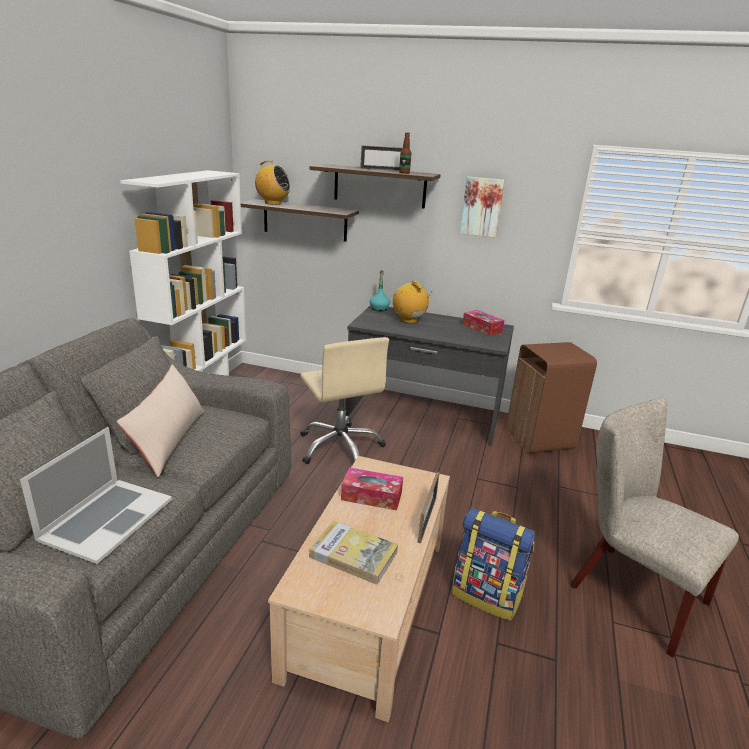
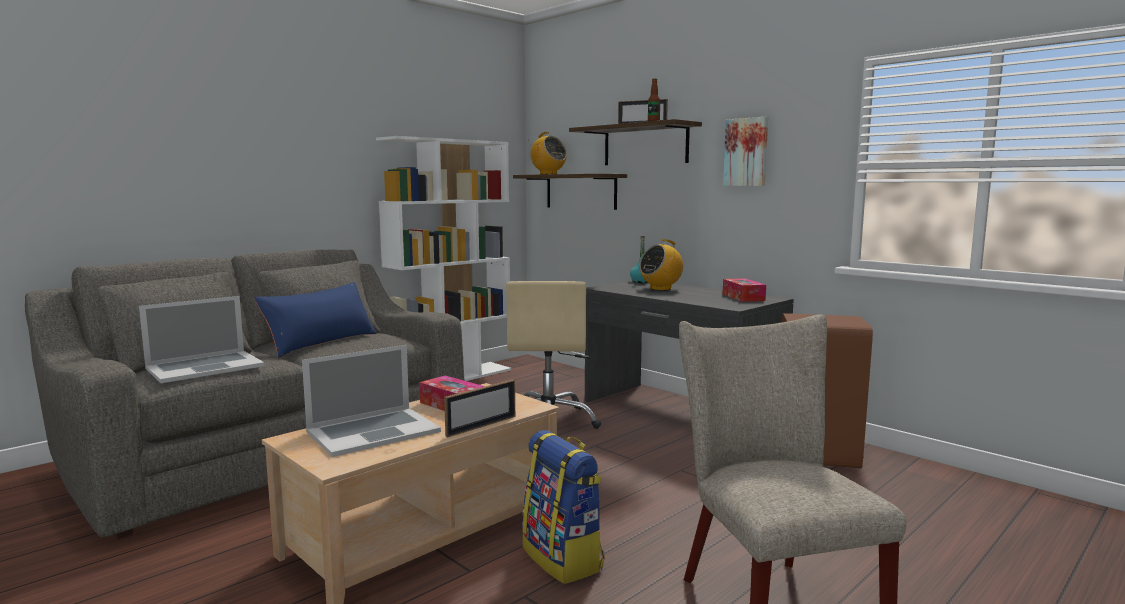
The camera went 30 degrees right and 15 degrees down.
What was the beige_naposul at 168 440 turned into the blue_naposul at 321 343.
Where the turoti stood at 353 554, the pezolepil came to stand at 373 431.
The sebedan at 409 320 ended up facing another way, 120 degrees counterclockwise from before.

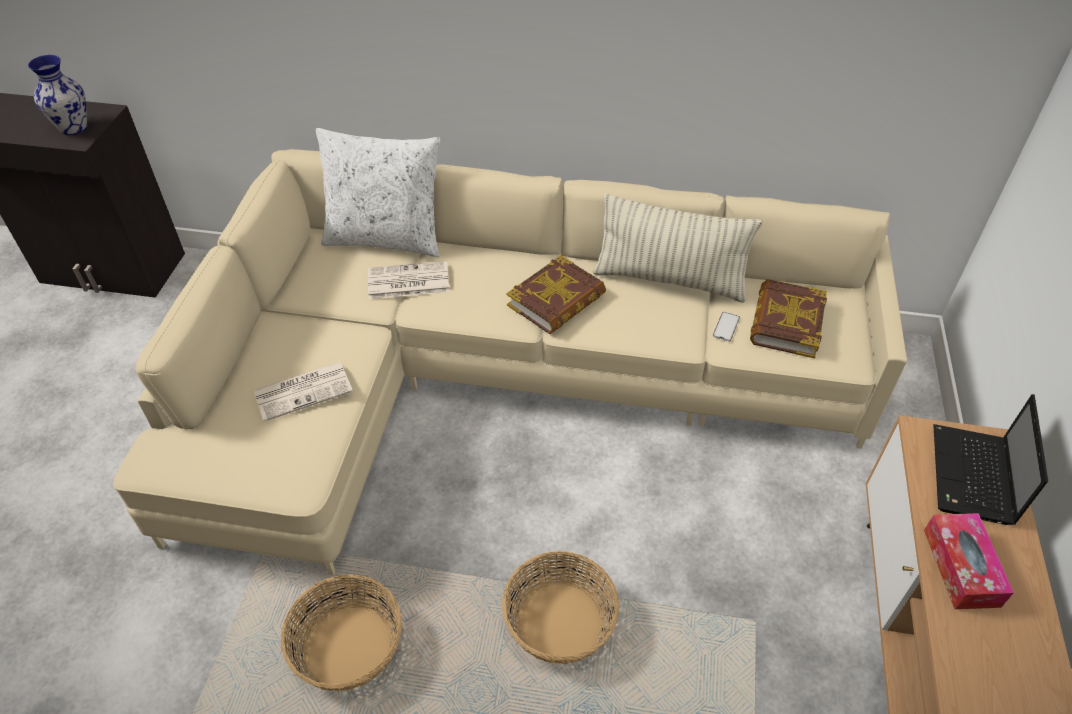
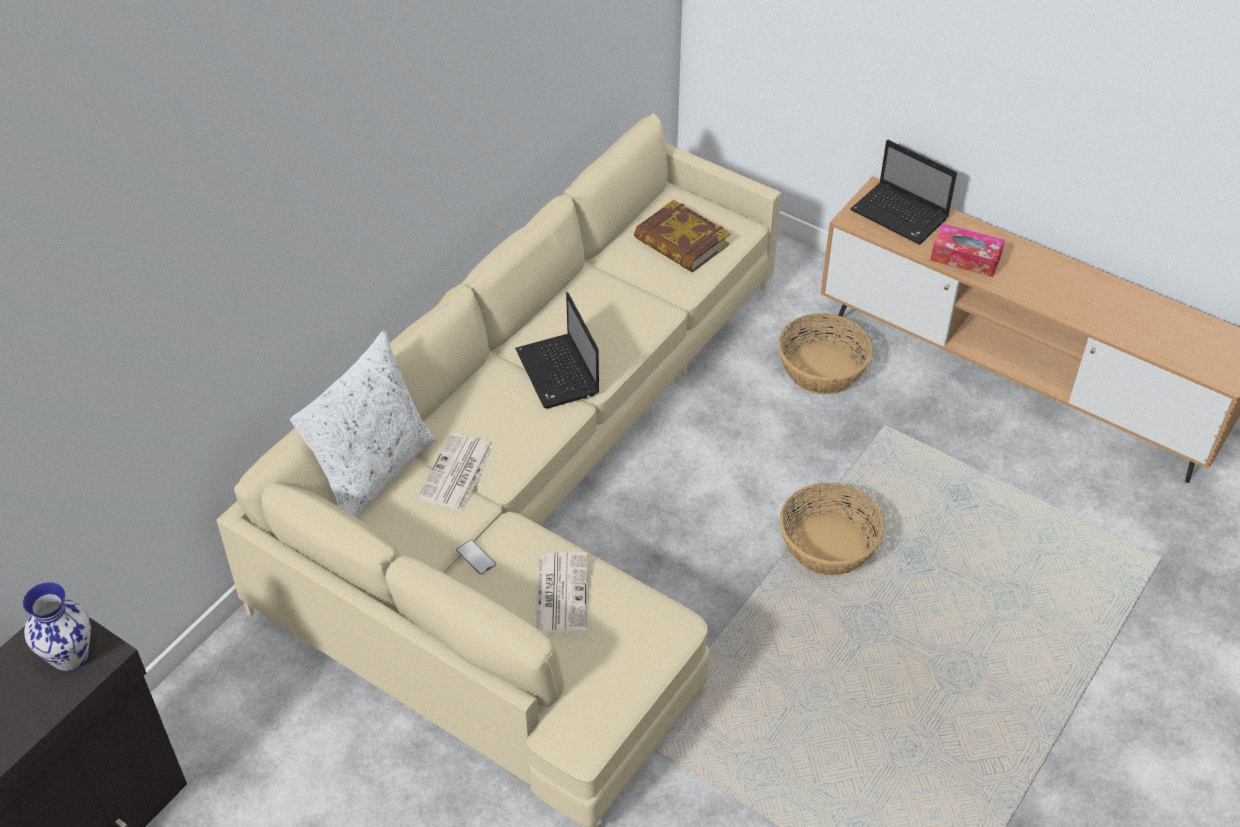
The camera went 65 degrees left and 0 degrees up.
The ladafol ended up elsewhere, having gone from 348 647 to 823 369.
Where the turoti stood at 556 301, the pezolepil came to stand at 559 373.
The second view lost the naposul at 669 280.
The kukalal ended up elsewhere, having gone from 726 327 to 476 557.

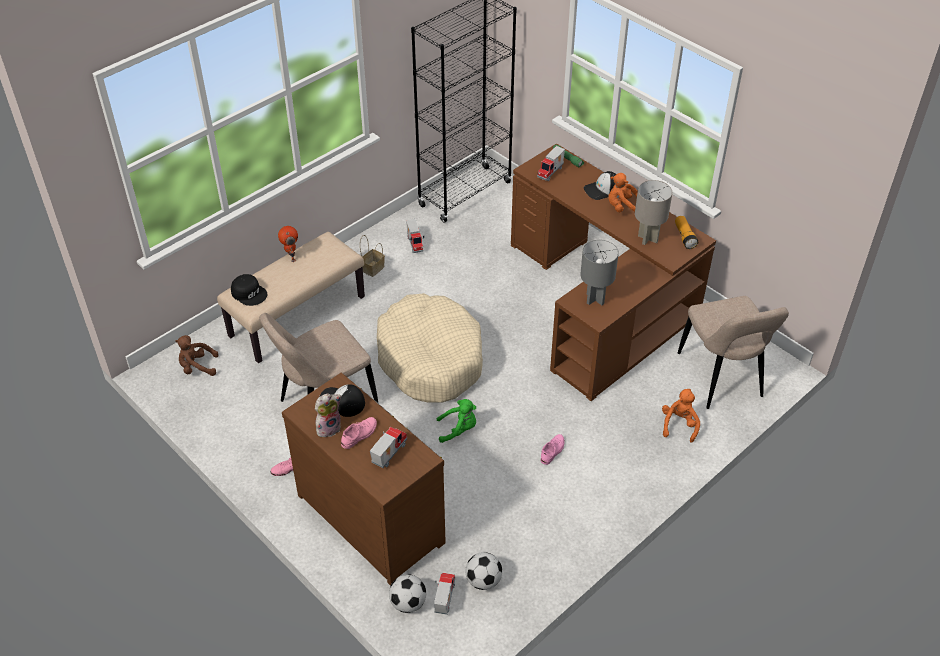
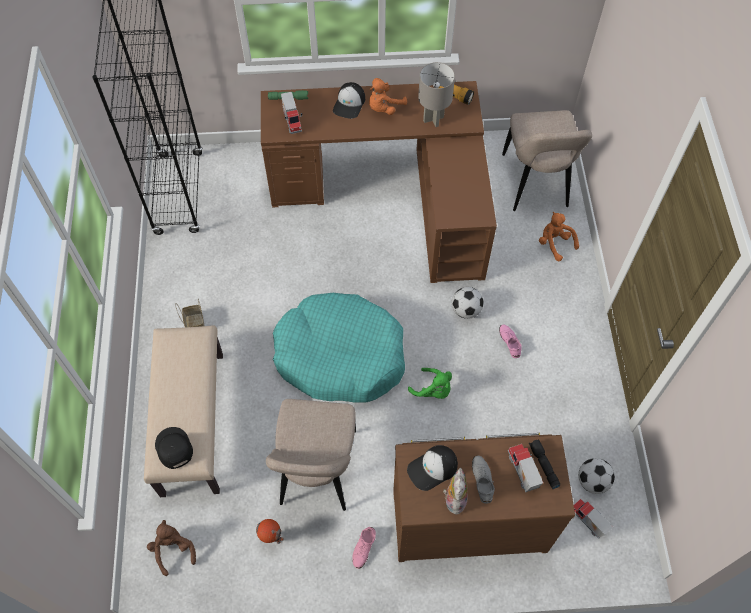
The camera went 50 degrees left and 15 degrees up.
The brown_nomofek at 197 367 ended up facing another way, 120 degrees clockwise from before.
The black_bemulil at 249 293 ended up facing another way, 105 degrees counterclockwise from before.
The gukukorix ended up elsewhere, having gone from 291 257 to 271 539.
What was the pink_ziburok at 359 434 turned into the grey_ziburok at 482 480.
What was the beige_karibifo at 430 358 turned into the turquoise_karibifo at 340 356.
The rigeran ended up elsewhere, having gone from 408 603 to 466 310.
The second view lost the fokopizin at 415 244.
The green_nomofek at 458 429 ended up facing another way, 90 degrees clockwise from before.
The second view lost the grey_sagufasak at 595 298.
The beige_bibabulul at 721 378 ended up facing another way, 60 degrees clockwise from before.
The second view gained the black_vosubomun at 543 465.

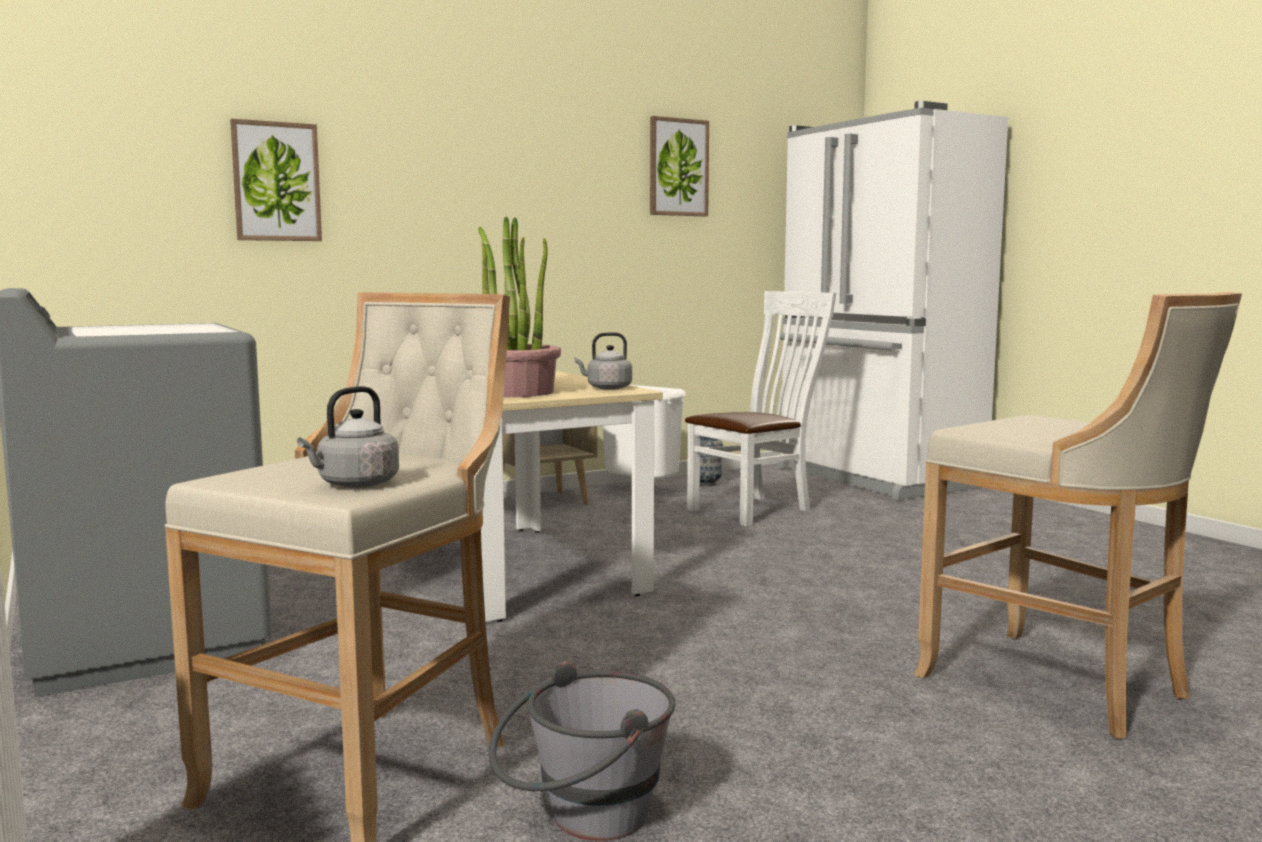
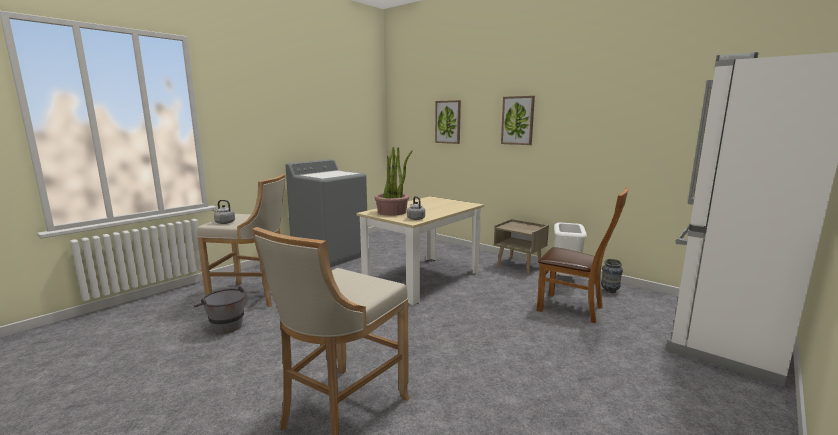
The camera went 70 degrees right and 5 degrees up.
The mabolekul ended up elsewhere, having gone from 678 167 to 517 120.
What was the white_bibabulul at 756 509 turned into the brown_bibabulul at 574 309.

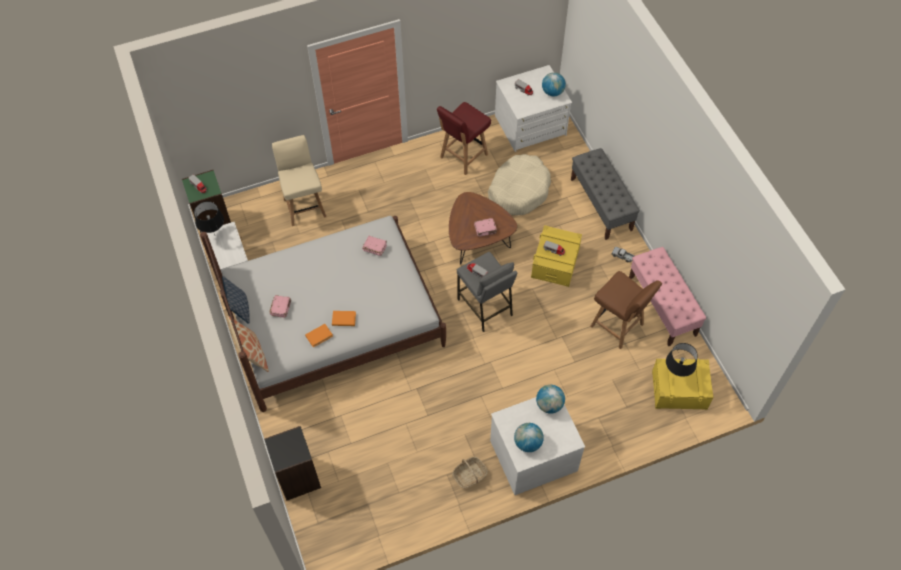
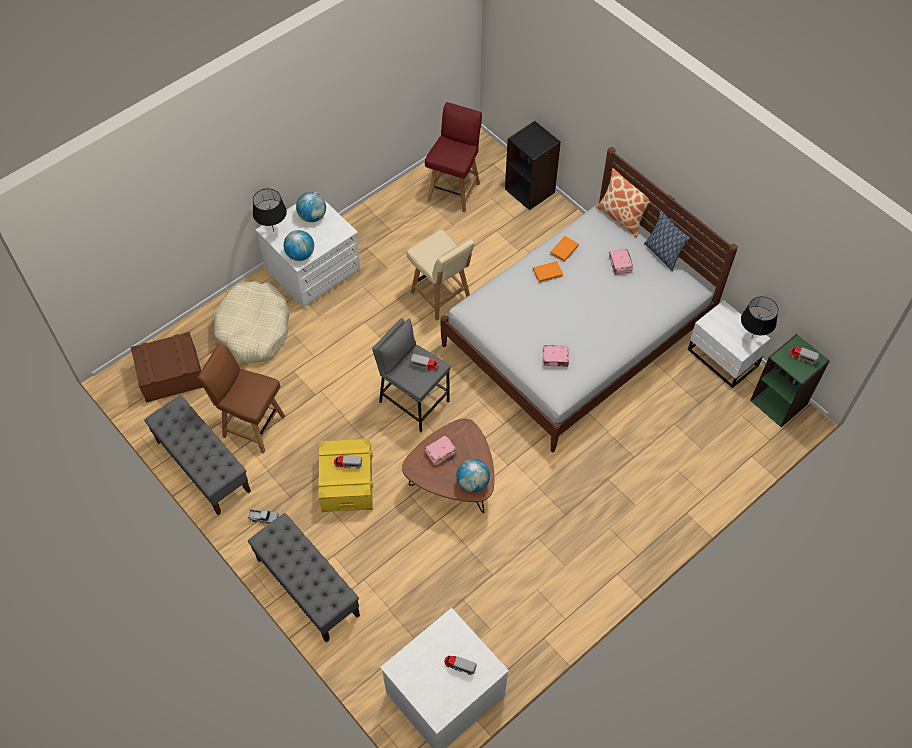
The camera went 160 degrees right and 0 degrees up.
The beige_bibabulul ended up elsewhere, having gone from 304 206 to 441 296.
The red_bibabulul ended up elsewhere, having gone from 463 156 to 454 191.
The second view lost the ladafol at 469 475.
The beige_karibifo ended up elsewhere, having gone from 519 191 to 254 329.
The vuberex ended up elsewhere, having gone from 552 92 to 473 483.
What was the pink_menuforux at 662 306 turned into the grey_menuforux at 203 466.
What was the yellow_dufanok at 679 390 turned into the brown_dufanok at 171 375.
The black_sagufasak ended up elsewhere, having gone from 676 375 to 273 232.

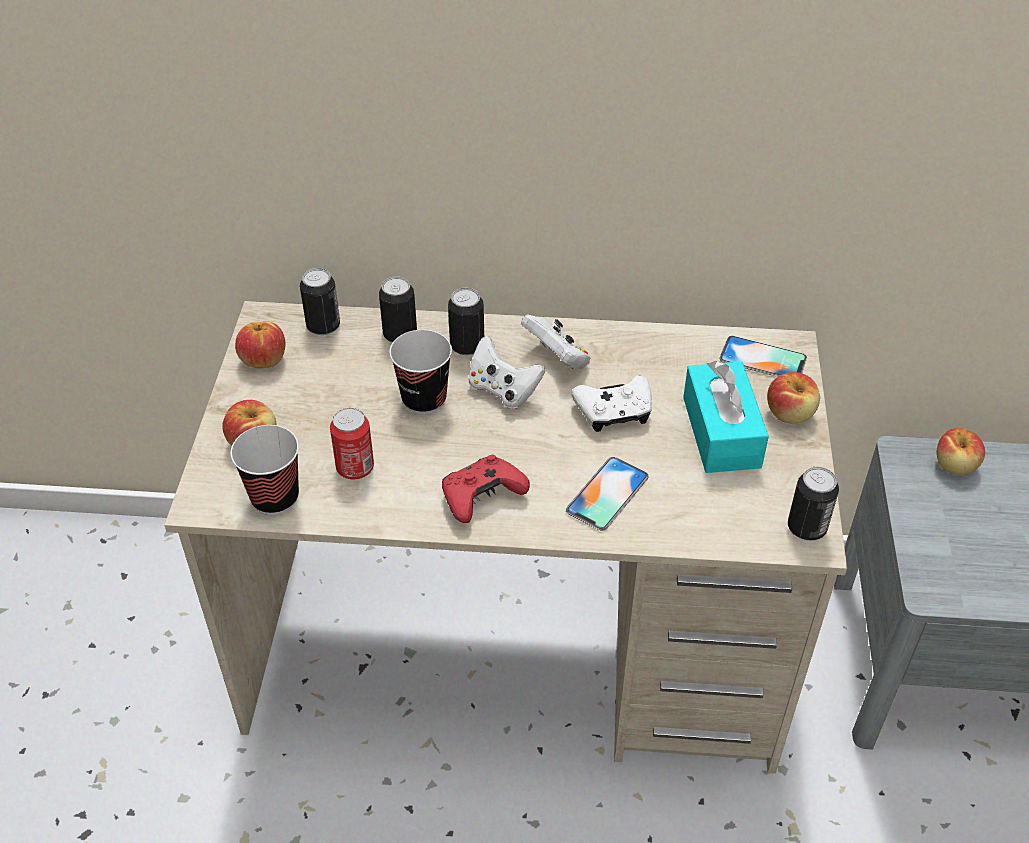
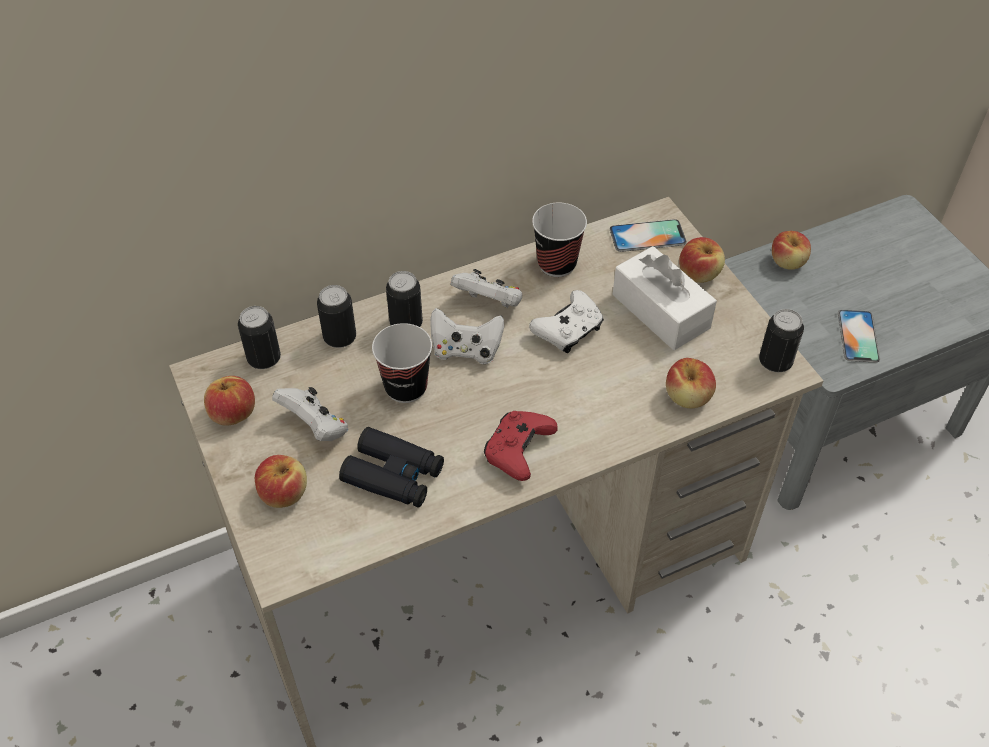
The camera went 30 degrees left and 5 degrees up.
The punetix ended up elsewhere, having gone from 275 498 to 557 264.
Where the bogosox stood at 355 468, the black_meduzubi came to stand at 393 475.
The kukalal ended up elsewhere, having gone from 607 493 to 858 336.
What was the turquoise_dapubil at 721 432 turned into the white_dapubil at 660 311.
The second view gained the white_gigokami at 315 427.
The second view gained the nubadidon at 688 397.

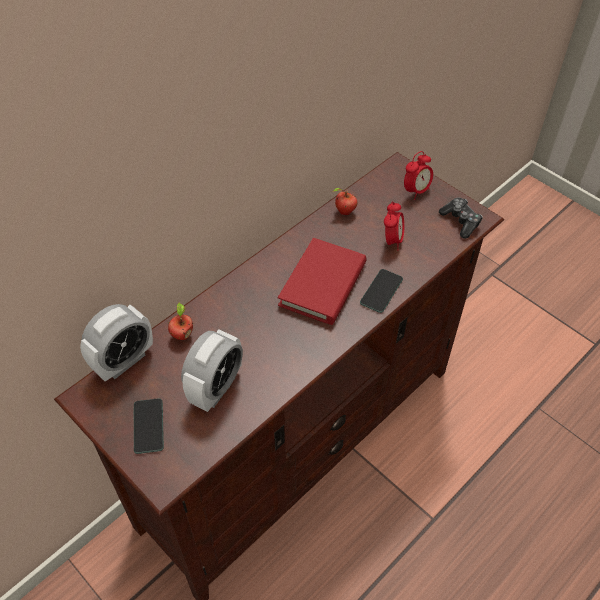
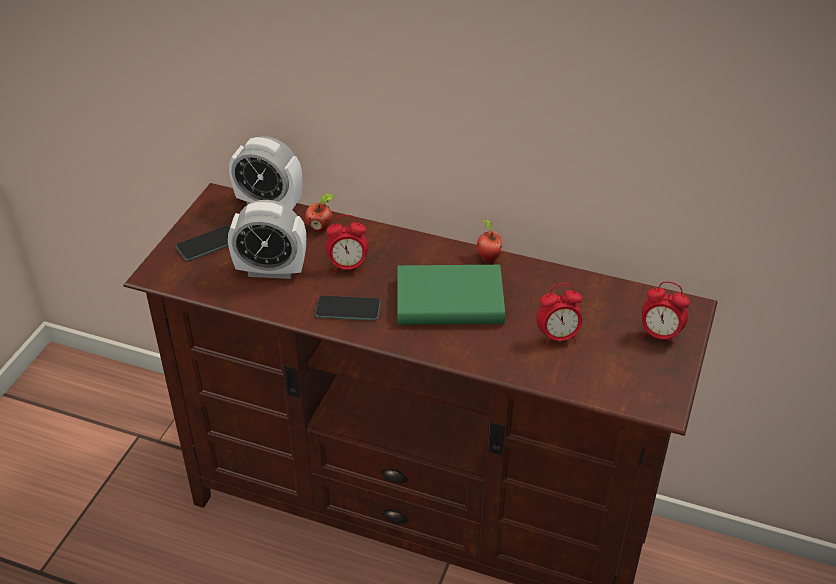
The camera went 65 degrees right and 10 degrees down.
What was the red_turoti at 323 284 turned into the green_turoti at 449 301.
The nubadidon ended up elsewhere, having gone from 344 212 to 487 257.
The kukalal ended up elsewhere, having gone from 381 291 to 348 309.
The second view lost the gigokami at 460 221.
The second view gained the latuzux at 348 267.

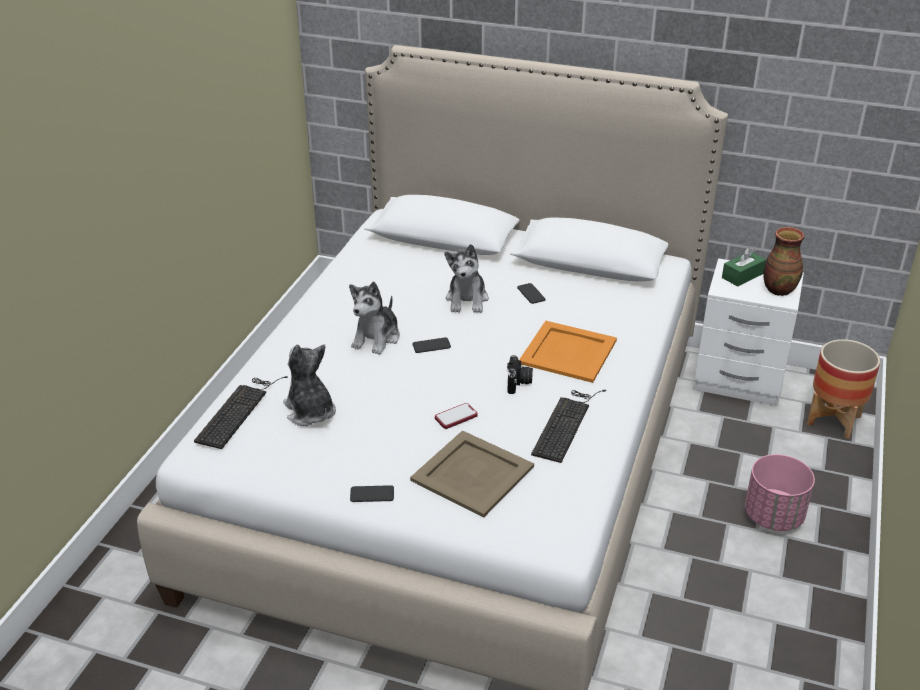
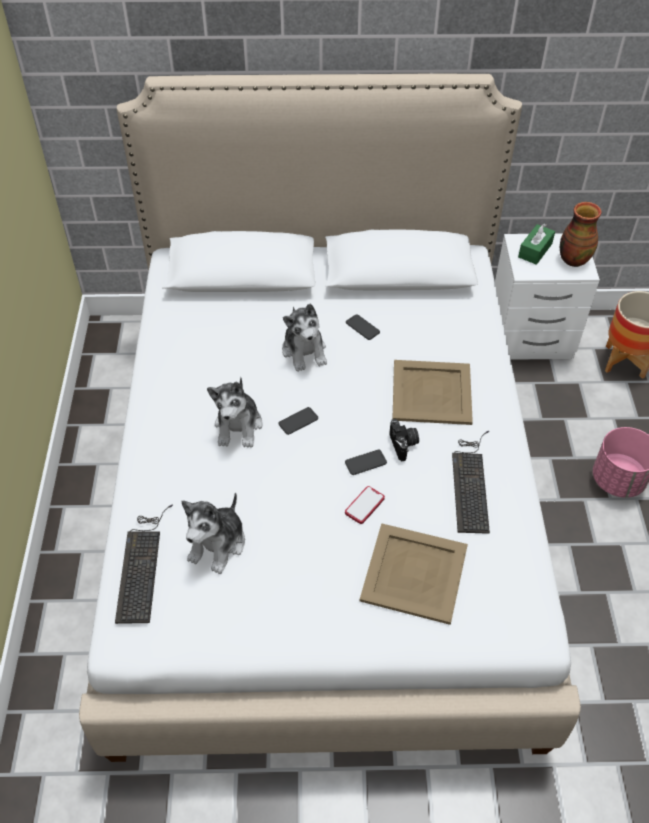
The camera went 20 degrees left and 15 degrees up.
The nomofek at 310 411 ended up facing another way, 105 degrees counterclockwise from before.
The kukalal ended up elsewhere, having gone from 372 494 to 365 462.
What was the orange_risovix at 569 351 turned into the beige_risovix at 432 392.

